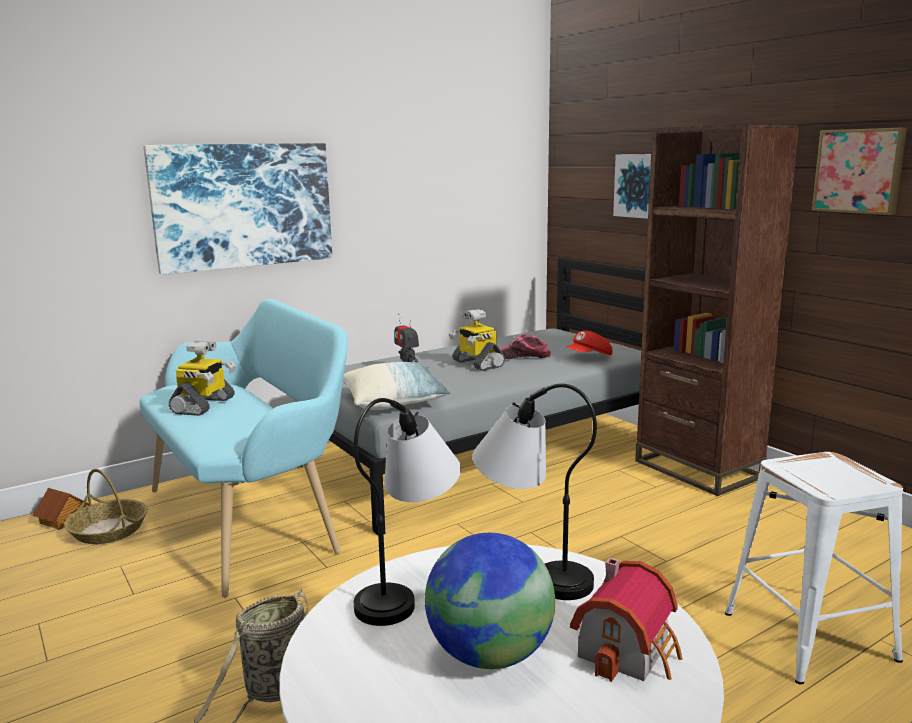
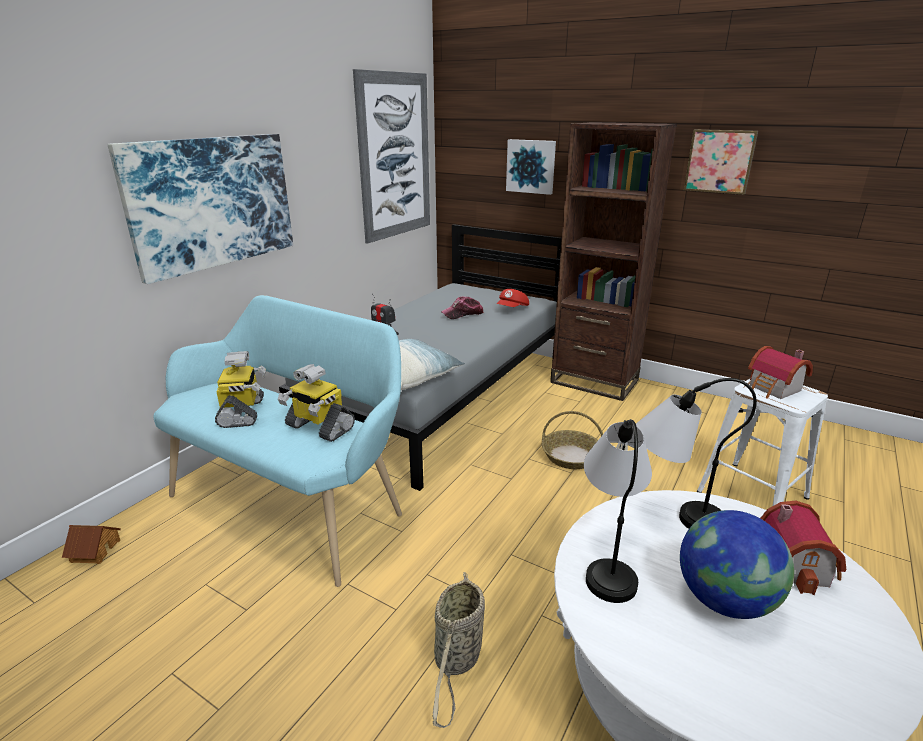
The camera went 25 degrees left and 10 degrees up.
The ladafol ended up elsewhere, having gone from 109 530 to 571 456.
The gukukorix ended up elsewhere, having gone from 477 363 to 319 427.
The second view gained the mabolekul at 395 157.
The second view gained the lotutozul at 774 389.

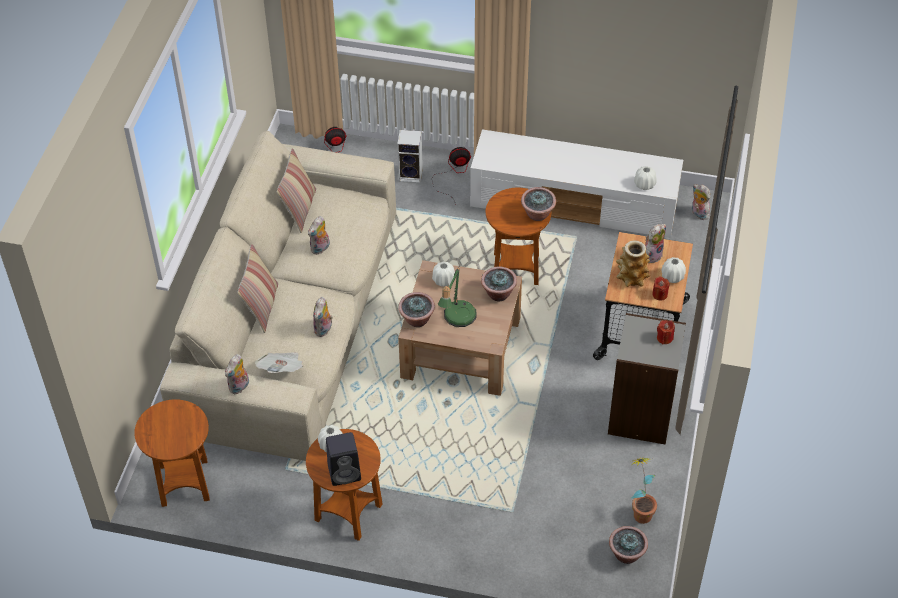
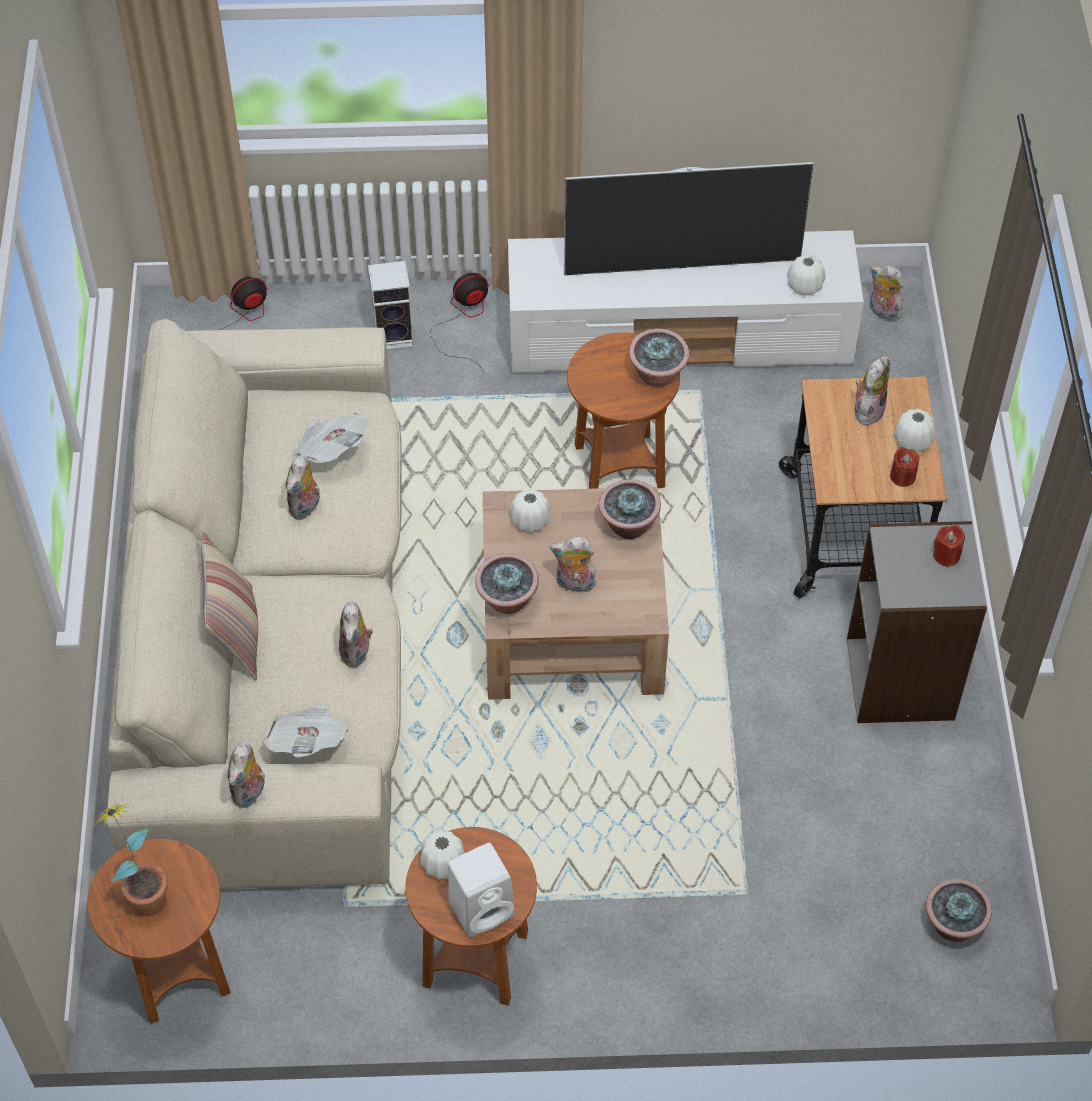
The camera went 15 degrees left and 5 degrees up.
The second view lost the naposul at 299 210.
What was the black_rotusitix at 345 472 turned into the white_rotusitix at 483 907.
Where the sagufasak stood at 457 319, the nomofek came to stand at 574 584.
The second view lost the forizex at 632 277.
The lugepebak ended up elsewhere, having gone from 640 510 to 144 892.
The second view gained the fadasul at 332 449.
The second view gained the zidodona at 682 266.

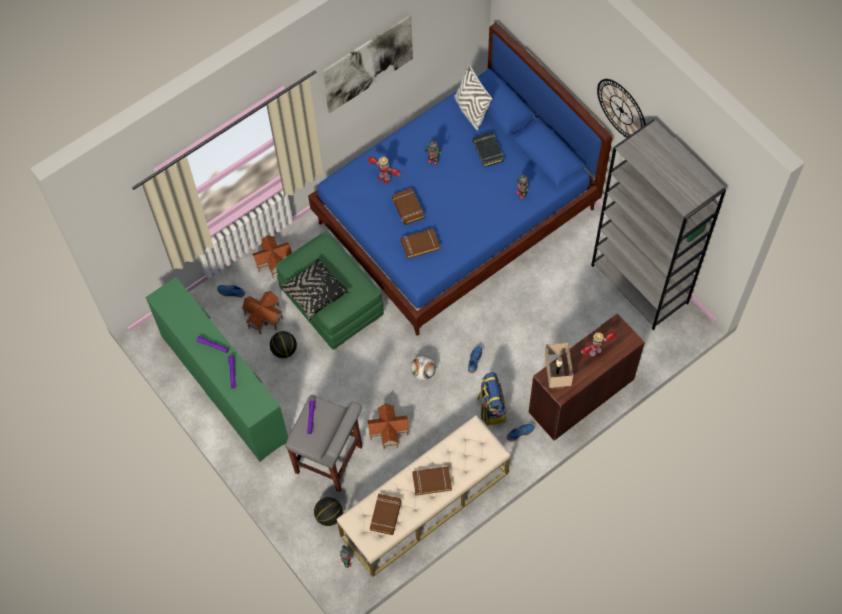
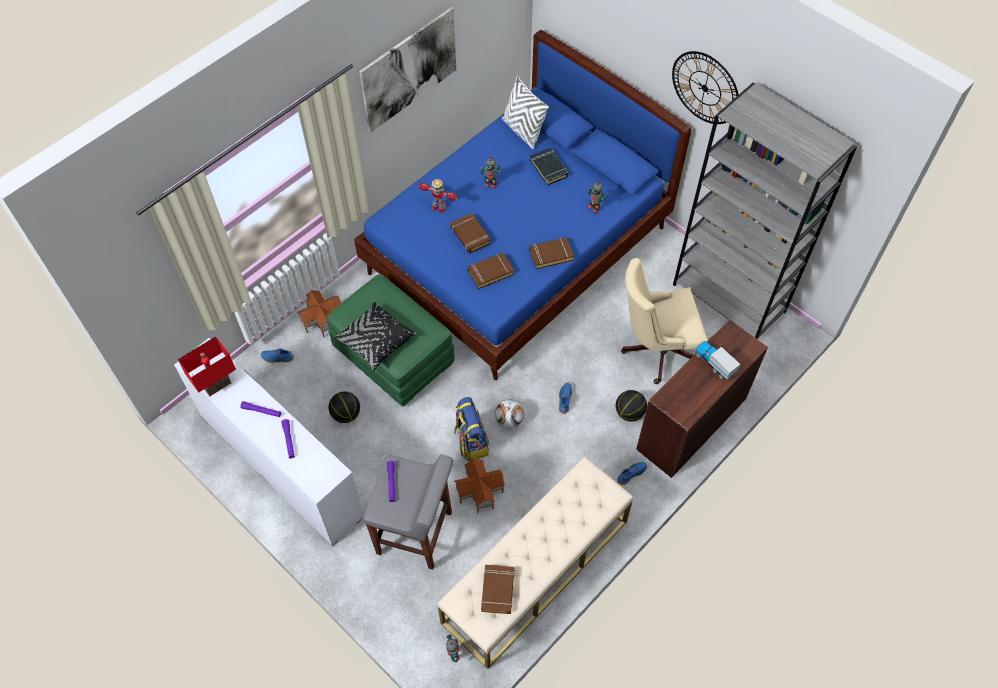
The camera went 10 degrees left and 5 degrees down.
What was the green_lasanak at 224 387 turned into the white_lasanak at 281 464.
The second view lost the lotutozul at 264 316.
The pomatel ended up elsewhere, having gone from 329 516 to 629 412.
The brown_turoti ended up elsewhere, having gone from 432 481 to 550 255.
The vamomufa ended up elsewhere, having gone from 491 408 to 471 442.
The second view lost the beige_sagufasak at 555 378.
Where the gukukorix stood at 595 351, the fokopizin came to stand at 714 364.
The second view gained the red_sagufasak at 216 383.
The second view gained the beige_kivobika at 655 349.

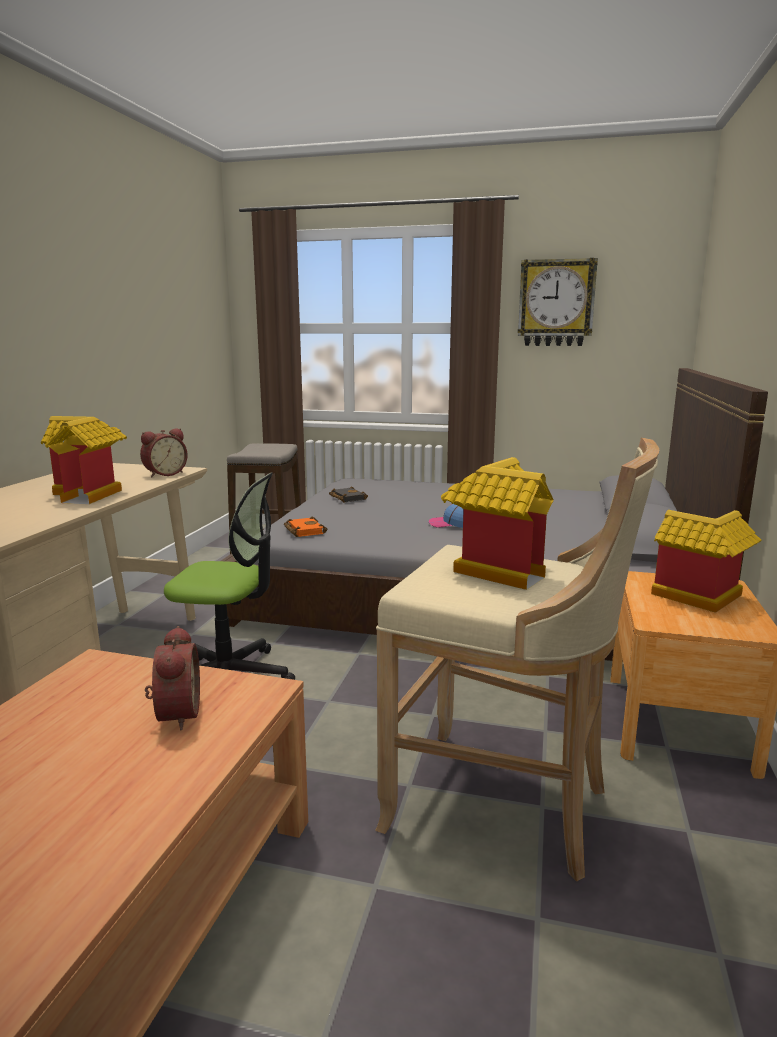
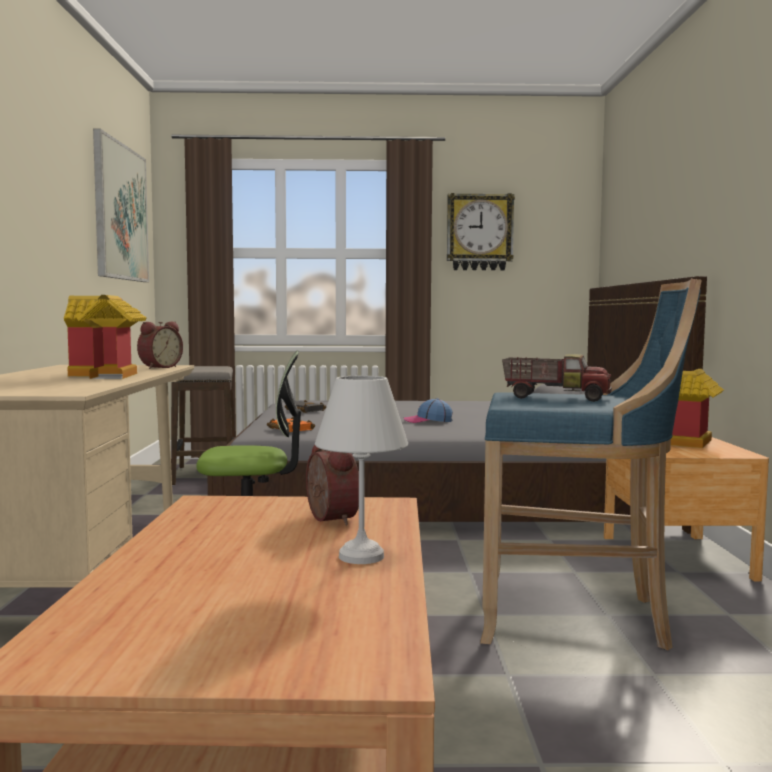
The camera went 15 degrees left and 10 degrees down.
What was the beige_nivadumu at 504 806 turned into the blue_nivadumu at 577 617.
Where the lotutozul stood at 493 568, the fokopizin came to stand at 555 398.
The second view gained the mabolekul at 120 212.
The second view gained the white_sagufasak at 363 556.

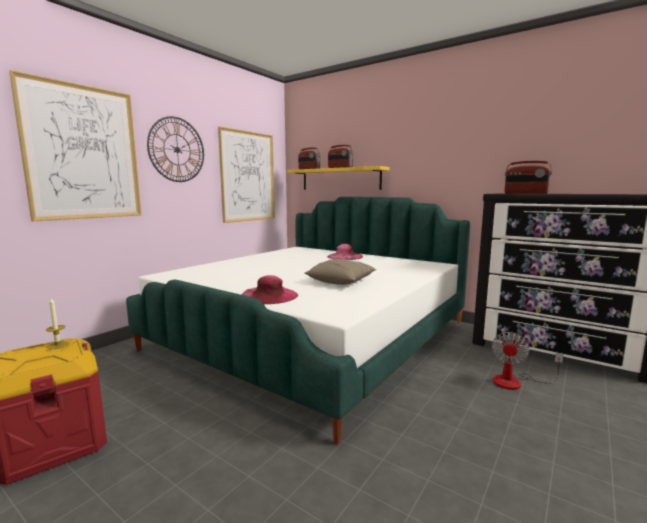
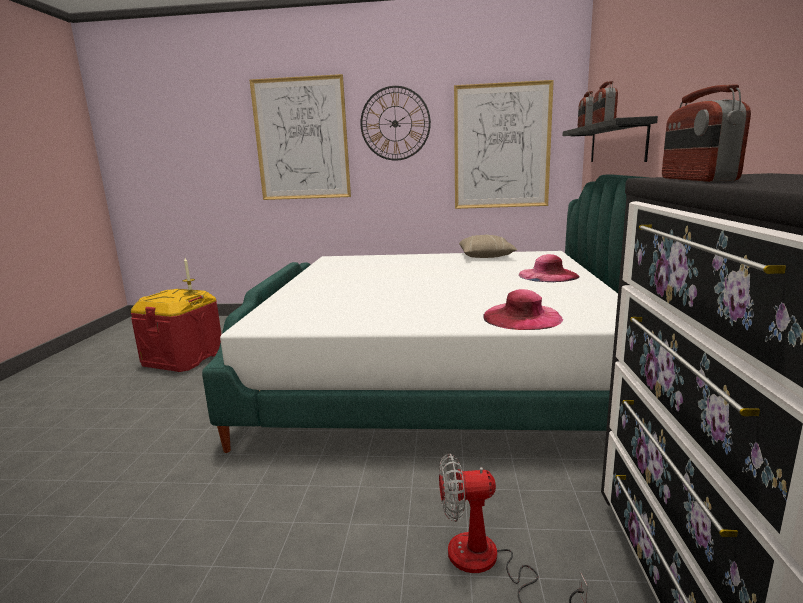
The camera went 60 degrees right and 5 degrees up.
The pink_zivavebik ended up elsewhere, having gone from 269 295 to 522 317.
What was the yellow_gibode at 340 179 turned into the black_gibode at 616 143.
The beige_naposul ended up elsewhere, having gone from 341 281 to 486 256.

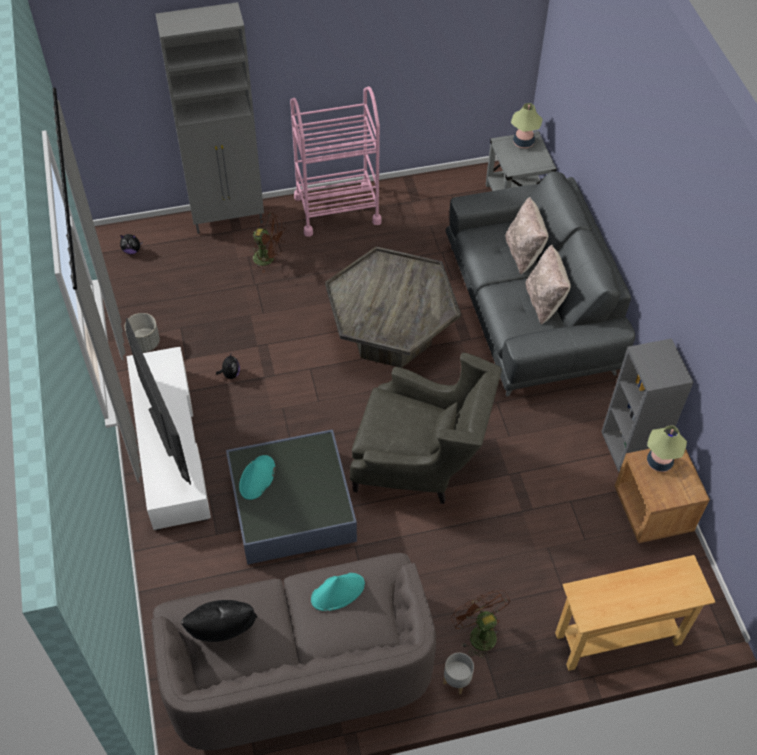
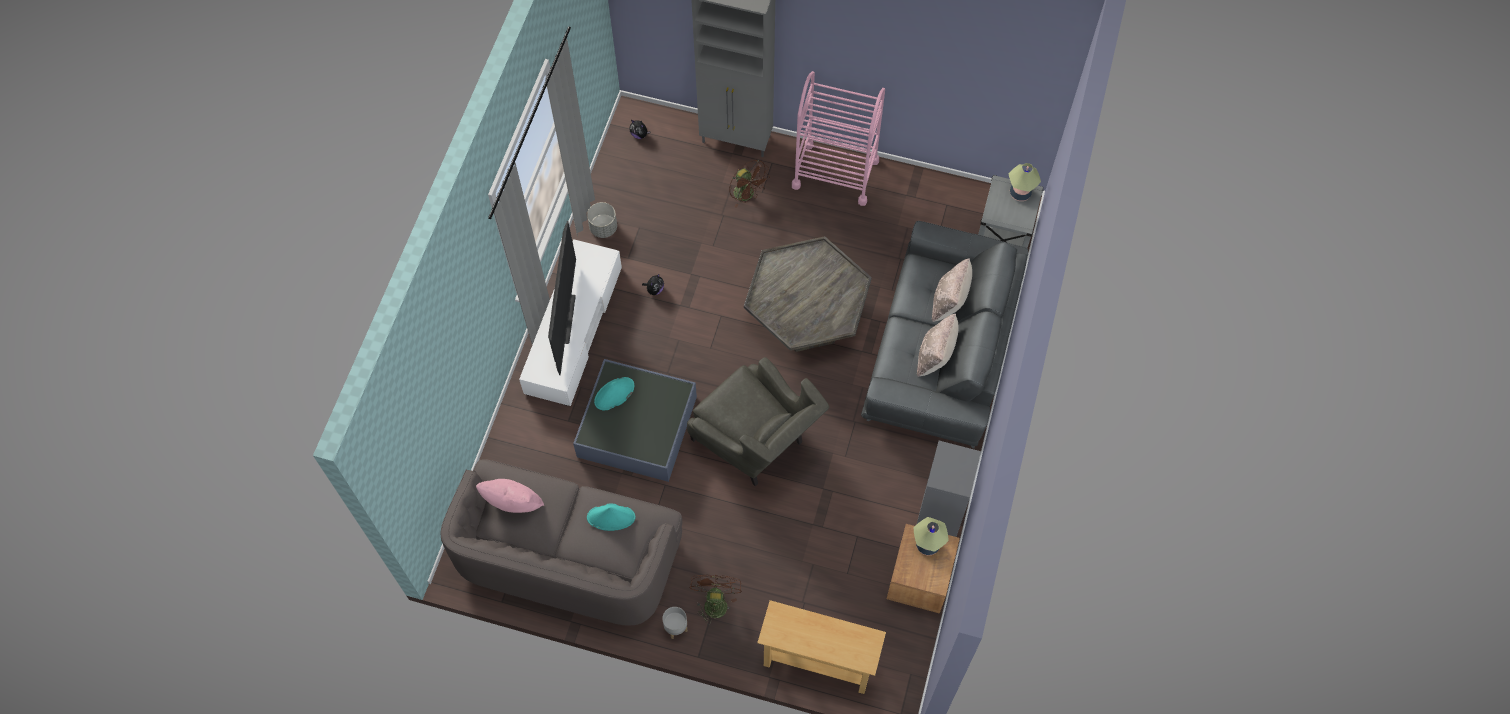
The camera went 30 degrees right and 10 degrees up.
What was the black_naposul at 223 633 turned into the pink_naposul at 513 505.

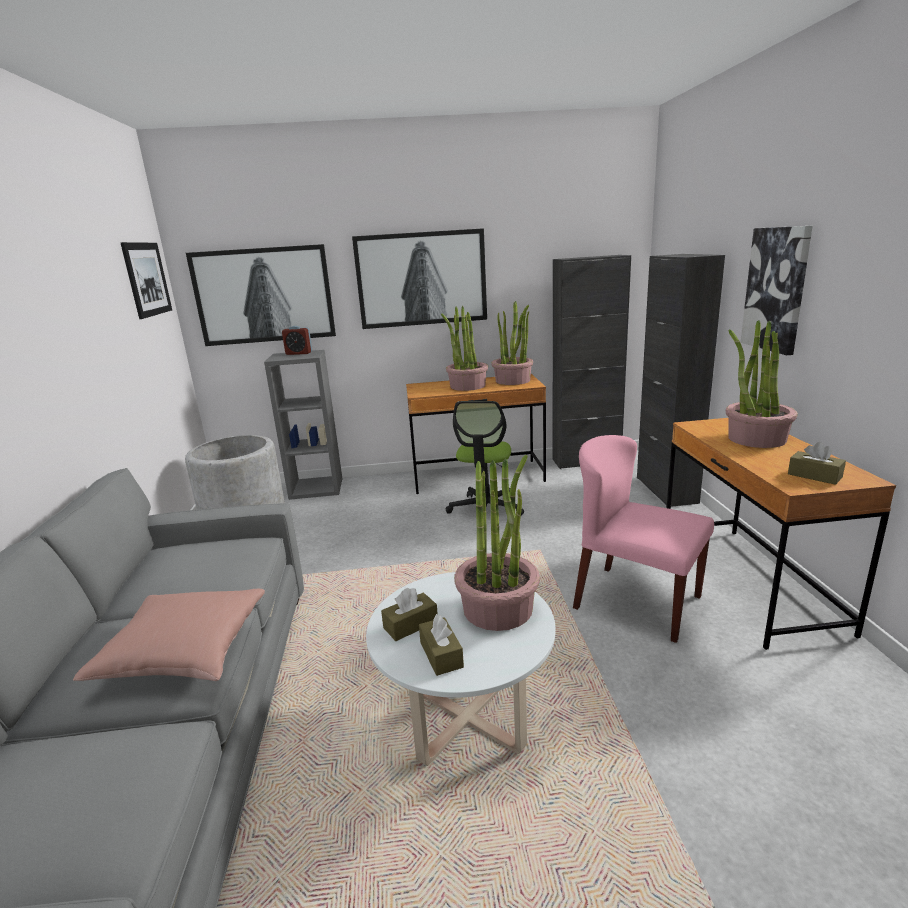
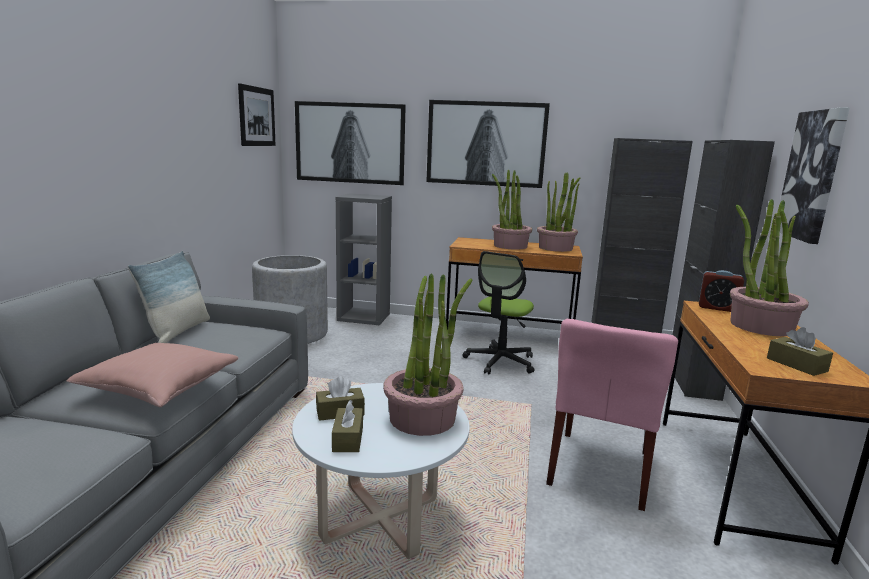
The camera went 15 degrees right and 5 degrees down.
The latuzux ended up elsewhere, having gone from 299 353 to 717 308.
The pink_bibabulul at 636 601 ended up facing another way, 120 degrees counterclockwise from before.
The second view gained the naposul at 177 332.

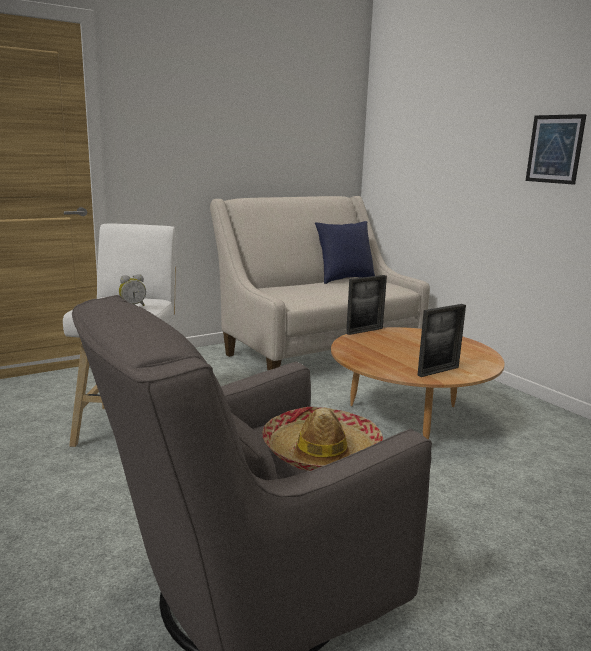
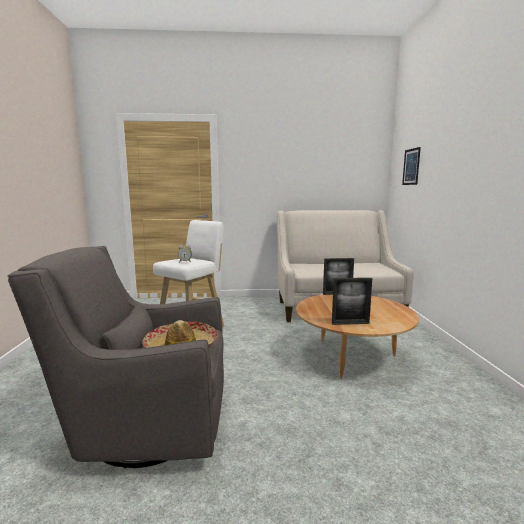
The camera went 30 degrees right and 5 degrees down.
The second view lost the blue_naposul at 344 279.
The mabolekul ended up elsewhere, having gone from 554 149 to 411 166.

